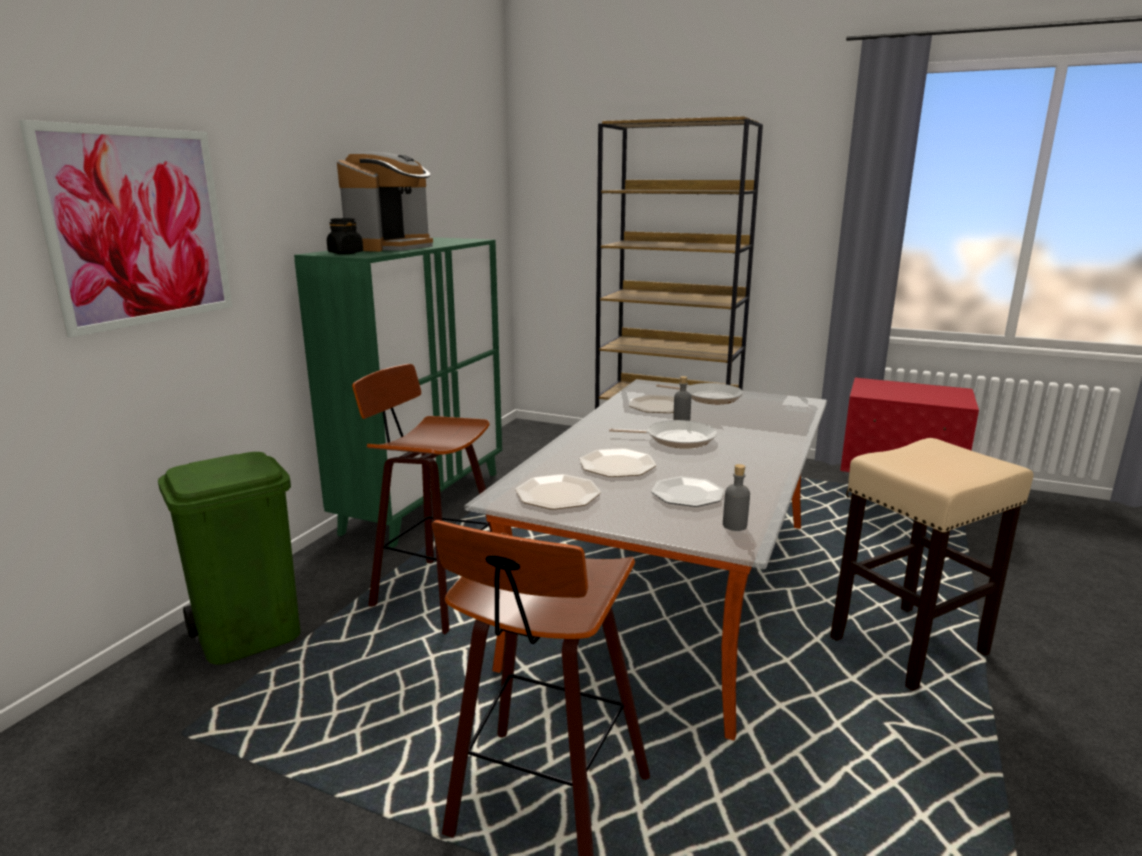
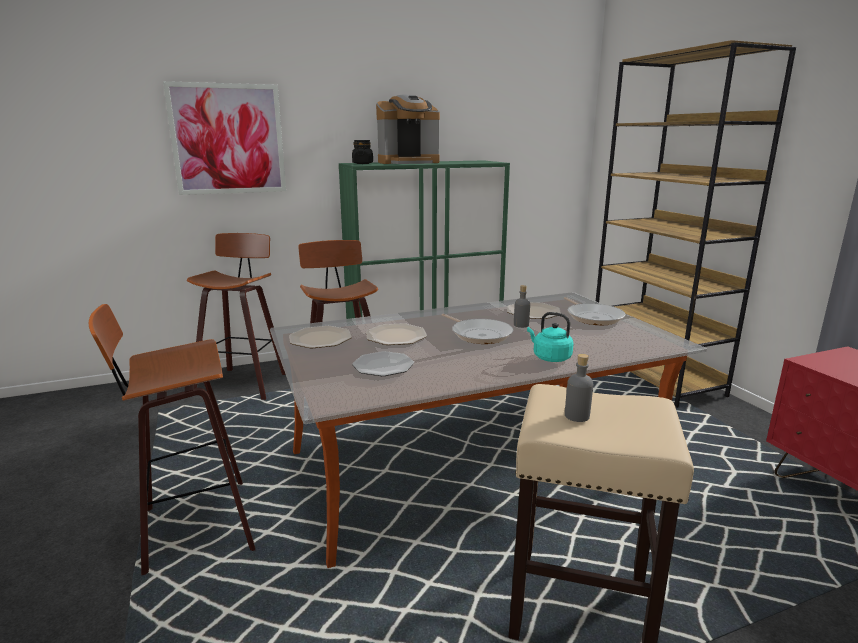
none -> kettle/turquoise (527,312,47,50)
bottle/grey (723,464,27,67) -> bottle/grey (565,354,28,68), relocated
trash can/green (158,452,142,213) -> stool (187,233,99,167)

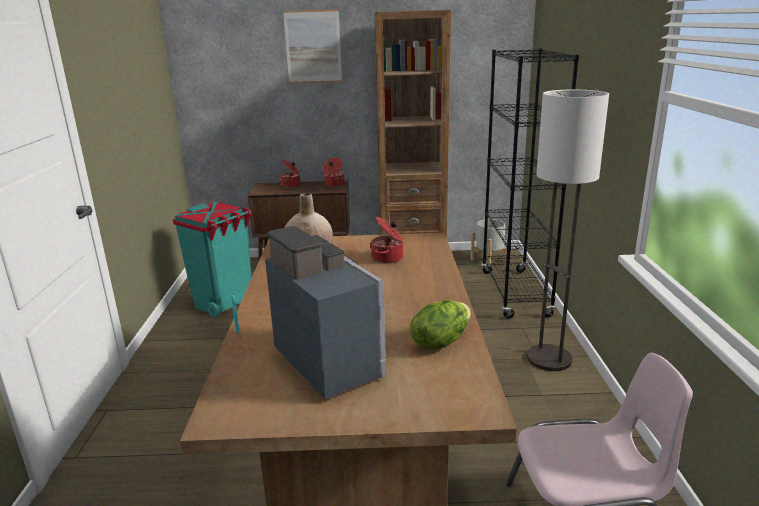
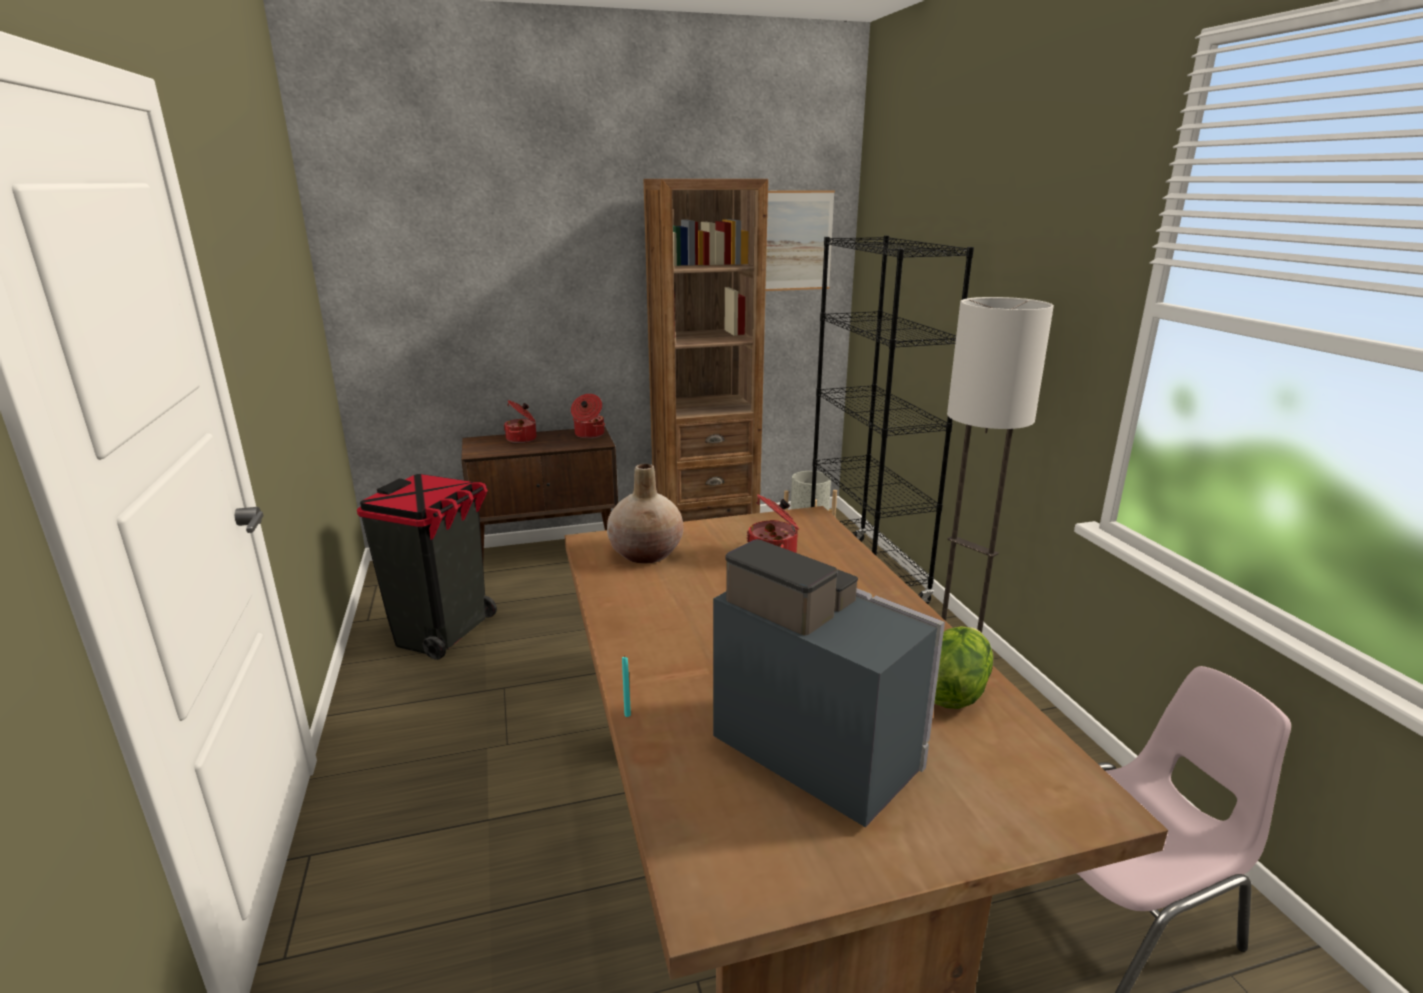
picture (283,10,59,73) -> picture (766,190,69,101), relocated
trash can/turquoise (173,202,78,115) -> trash can/black (357,474,140,186)

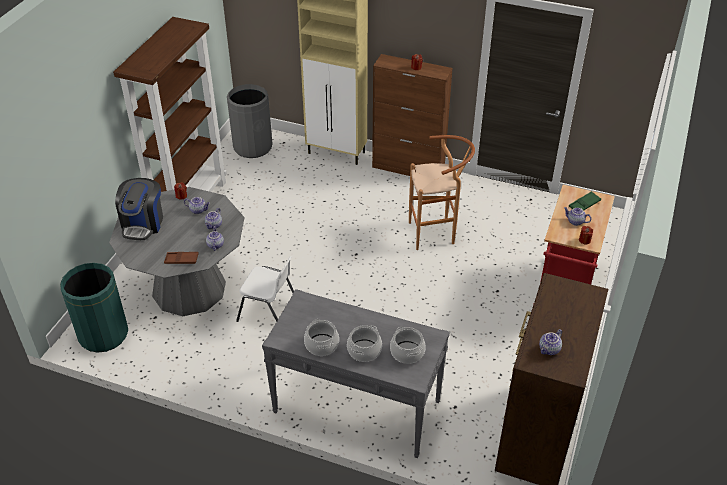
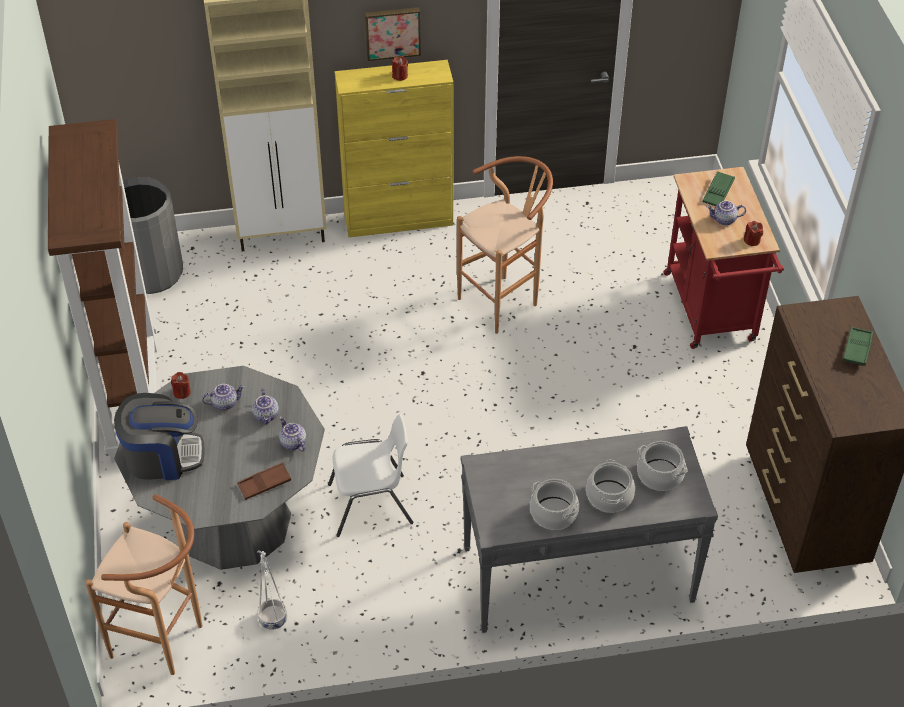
teapot (539,329,23,26) -> none
none -> planter/white (258,550,29,80)
none -> picture (365,7,56,54)
none -> tray/green (843,327,30,39)
trash can/green (60,263,68,90) -> stool/brown (85,494,117,181)
cabinet/brown (372,54,81,122) -> cabinet/yellow (334,60,119,178)
coffee machine (115,178,48,62) -> coffee machine (114,393,90,87), 75 degrees counterclockwise

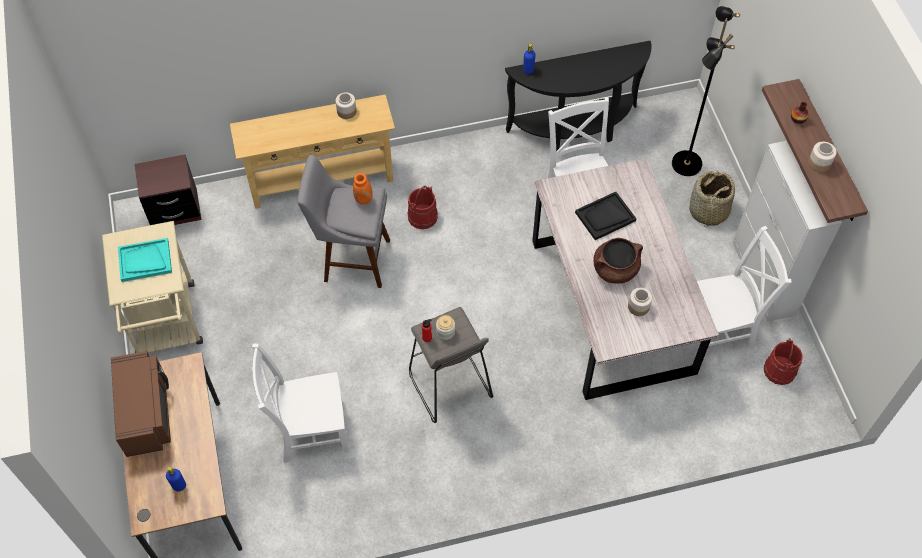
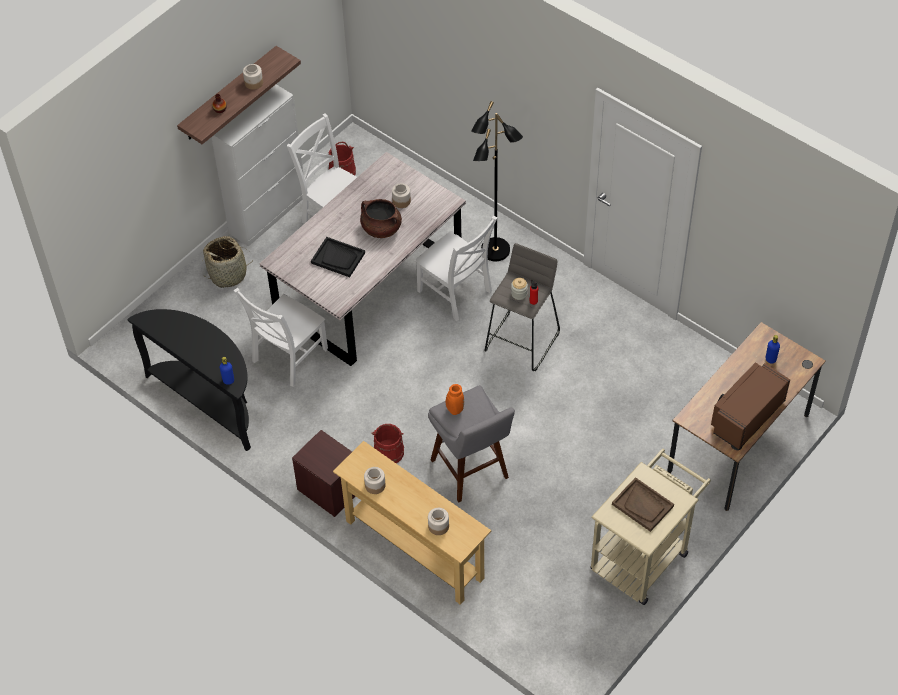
none -> jar (428,508,21,27)
nightstand/brown (135,154,67,71) -> nightstand/brown (292,430,64,87), relocated
chair/white (252,343,97,120) -> chair/white (415,216,83,105), relocated
floor lamp/black (672,6,68,170) -> floor lamp/black (471,101,52,160), relocated
tray/turquoise (118,238,54,44) -> tray/brown (612,477,62,55)

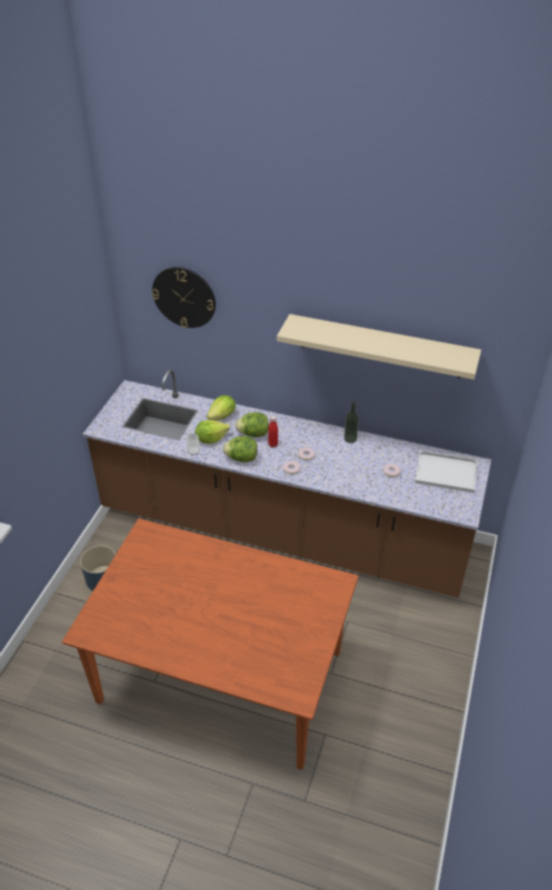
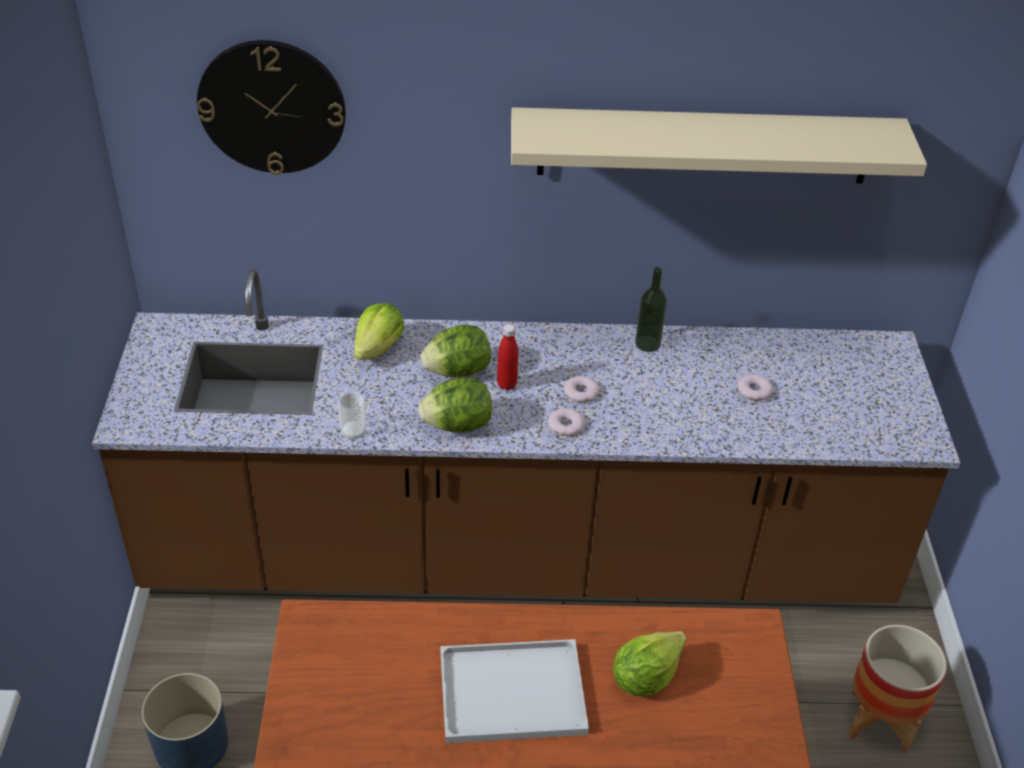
none -> planter (848,625,99,128)
lettuce (195,420,35,24) -> lettuce (613,631,73,66), relocated
tray/white (415,451,62,42) -> tray/white (440,639,149,104), relocated

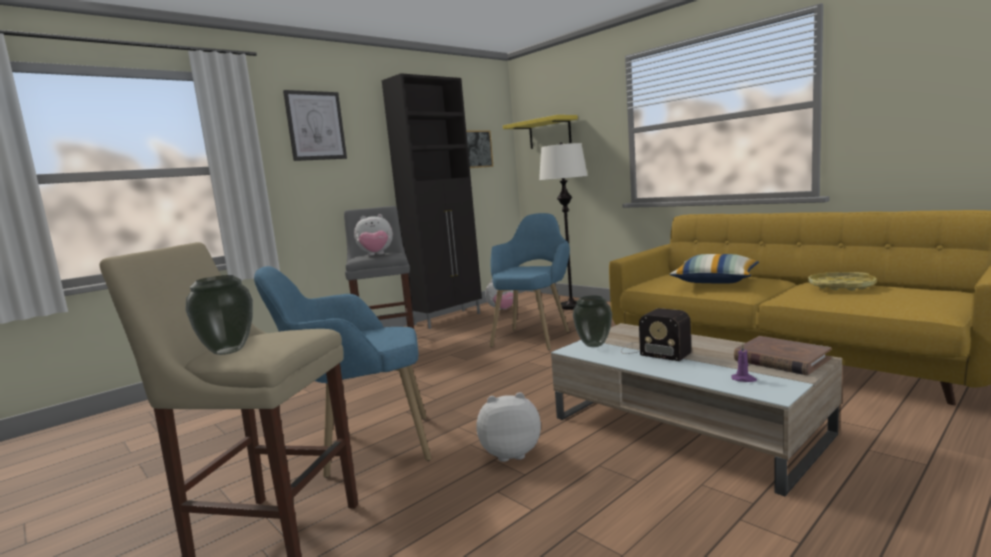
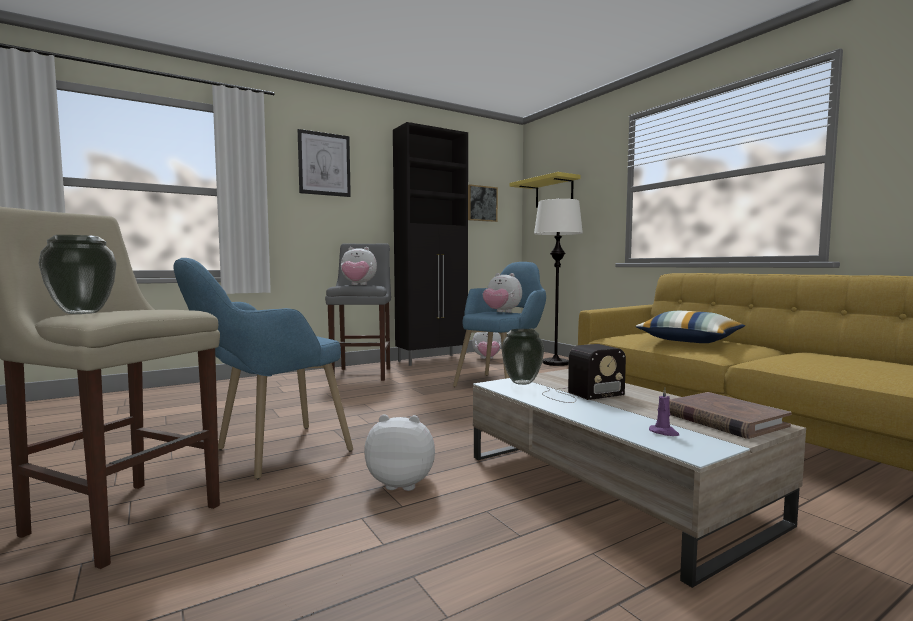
tray/yellow (808,272,69,19) -> none
none -> plush toy (483,273,39,40)
armchair/blue (254,266,177,212) -> armchair/blue (173,258,180,221), 45 degrees counterclockwise
radio (621,308,70,53) -> radio (542,344,84,59), 75 degrees counterclockwise

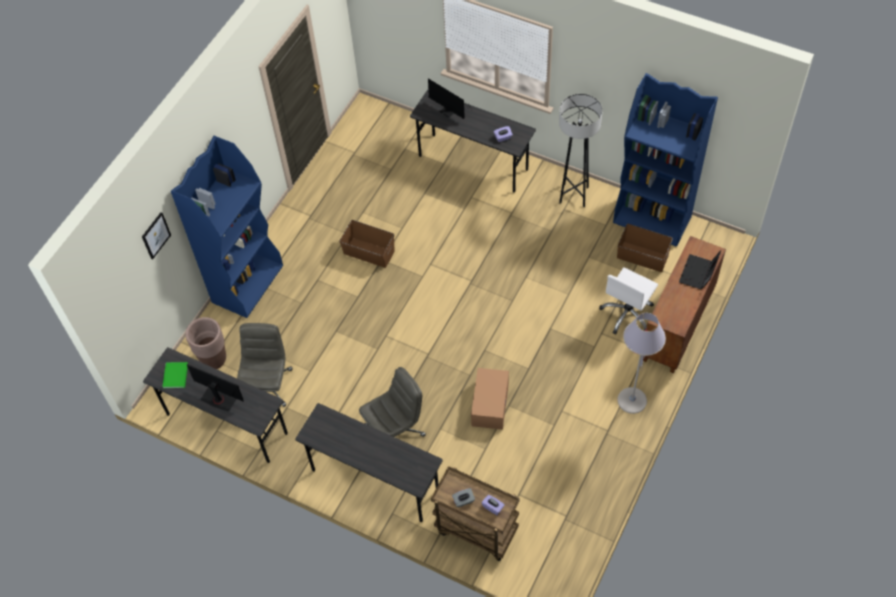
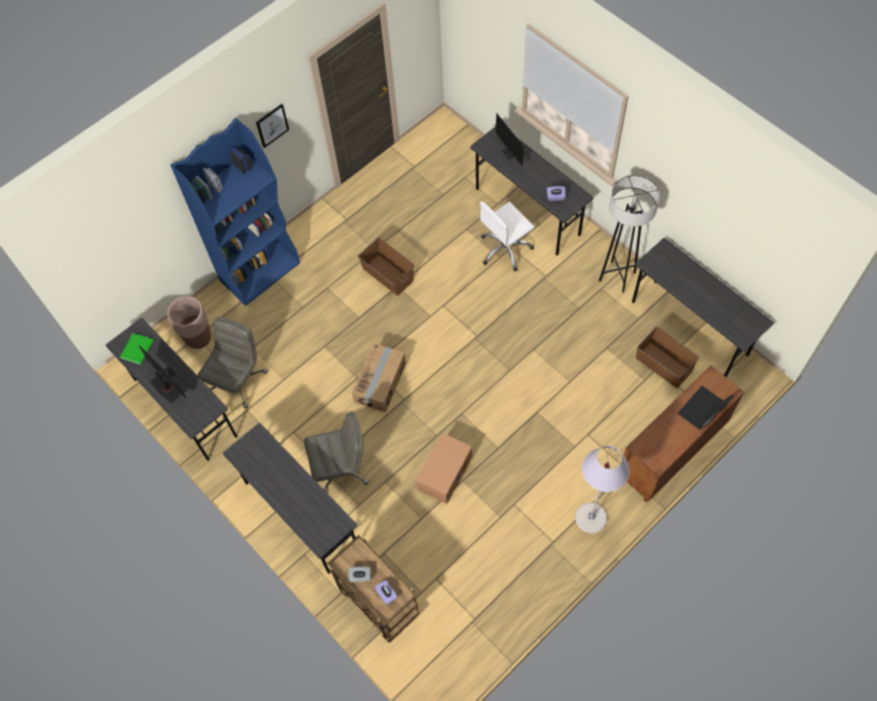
none -> cardboard box (352,343,54,69)
picture (142,212,29,47) -> picture (256,104,33,44), relocated
office chair/white (599,267,59,68) -> office chair/white (480,201,54,71), relocated
bookcase/blue (613,73,105,174) -> desk/grey (632,238,142,139)

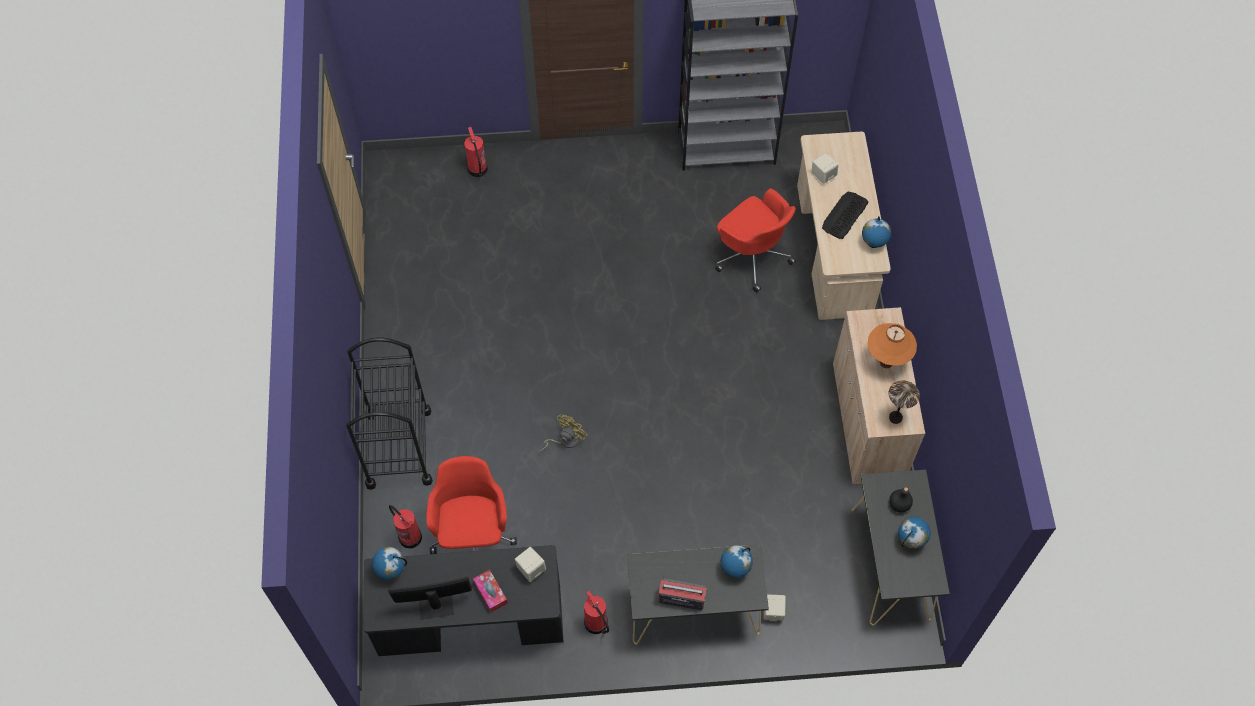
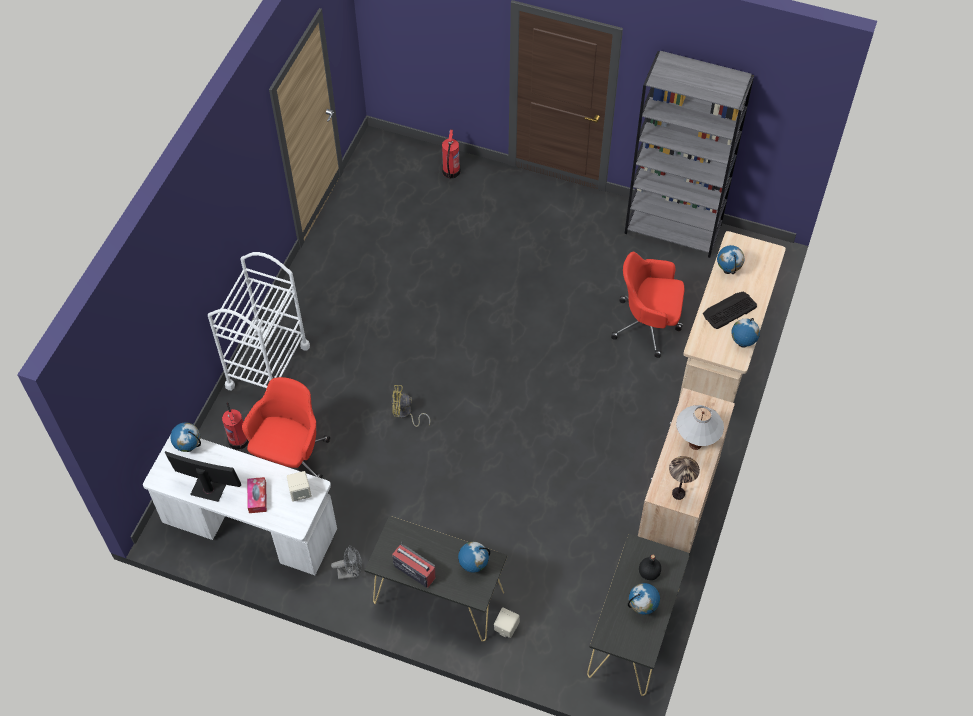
fire extinguisher (584,590,25,44) -> fan/grey (331,545,31,35)
speaker/beige (812,153,27,32) -> globe (717,245,27,29)
cart/black (346,338,87,152) -> cart/white (208,252,102,138)
desk/black (364,545,199,111) -> desk/white (143,435,194,140)
table lamp/orange (867,323,50,45) -> table lamp/white (676,405,48,45)
fan/yellow (538,415,50,37) -> fan/yellow (392,385,38,42), 150 degrees counterclockwise
office chair/red (715,188,81,104) -> office chair/red (611,252,73,106), 120 degrees clockwise

